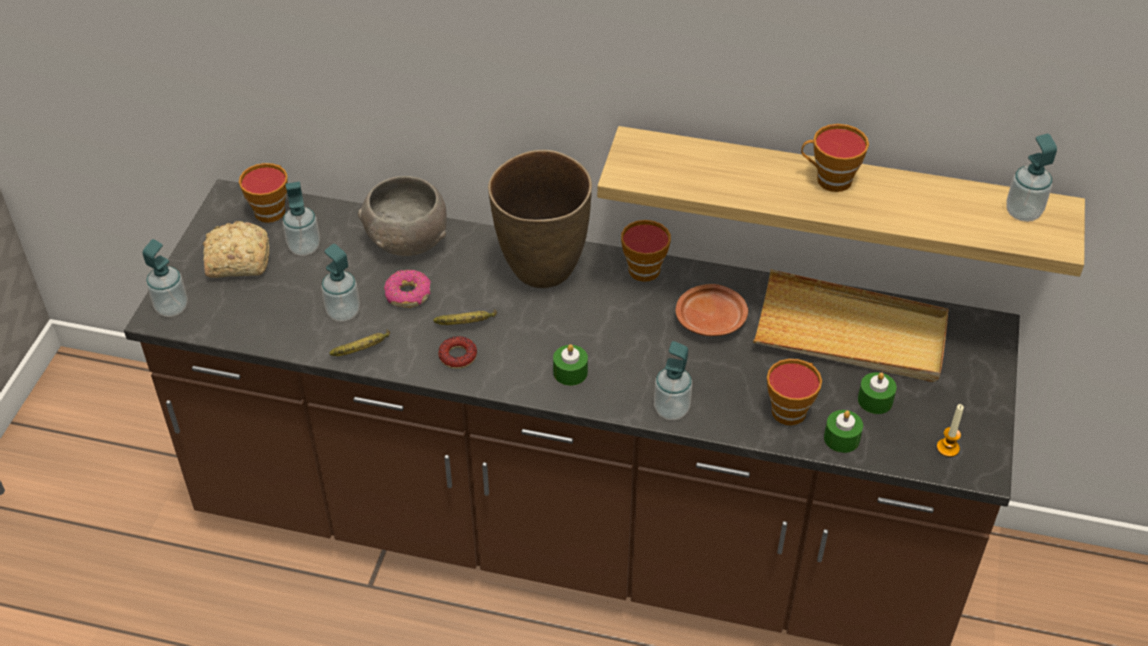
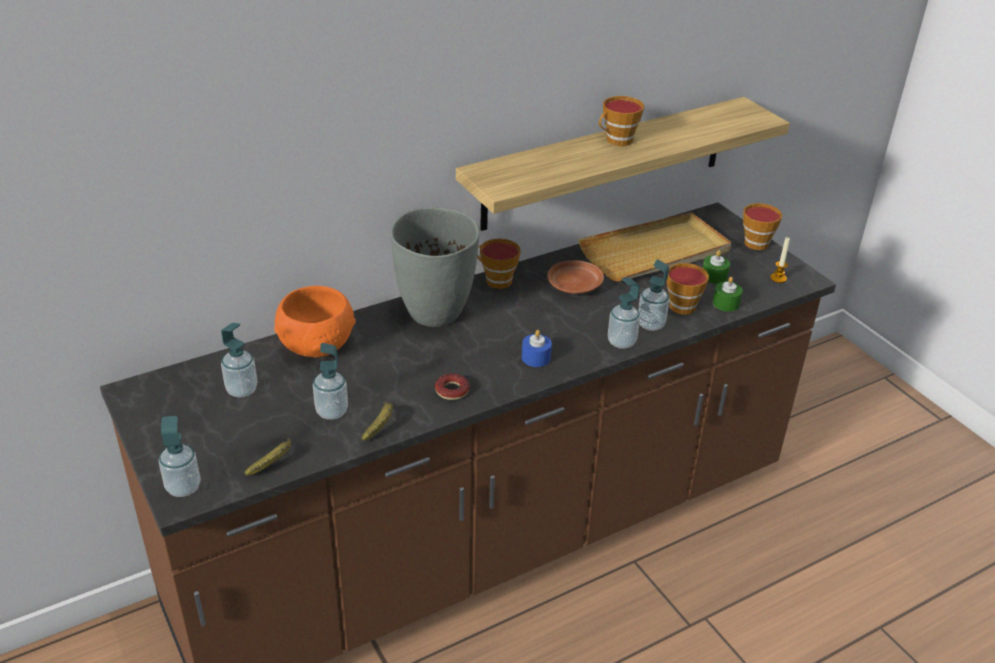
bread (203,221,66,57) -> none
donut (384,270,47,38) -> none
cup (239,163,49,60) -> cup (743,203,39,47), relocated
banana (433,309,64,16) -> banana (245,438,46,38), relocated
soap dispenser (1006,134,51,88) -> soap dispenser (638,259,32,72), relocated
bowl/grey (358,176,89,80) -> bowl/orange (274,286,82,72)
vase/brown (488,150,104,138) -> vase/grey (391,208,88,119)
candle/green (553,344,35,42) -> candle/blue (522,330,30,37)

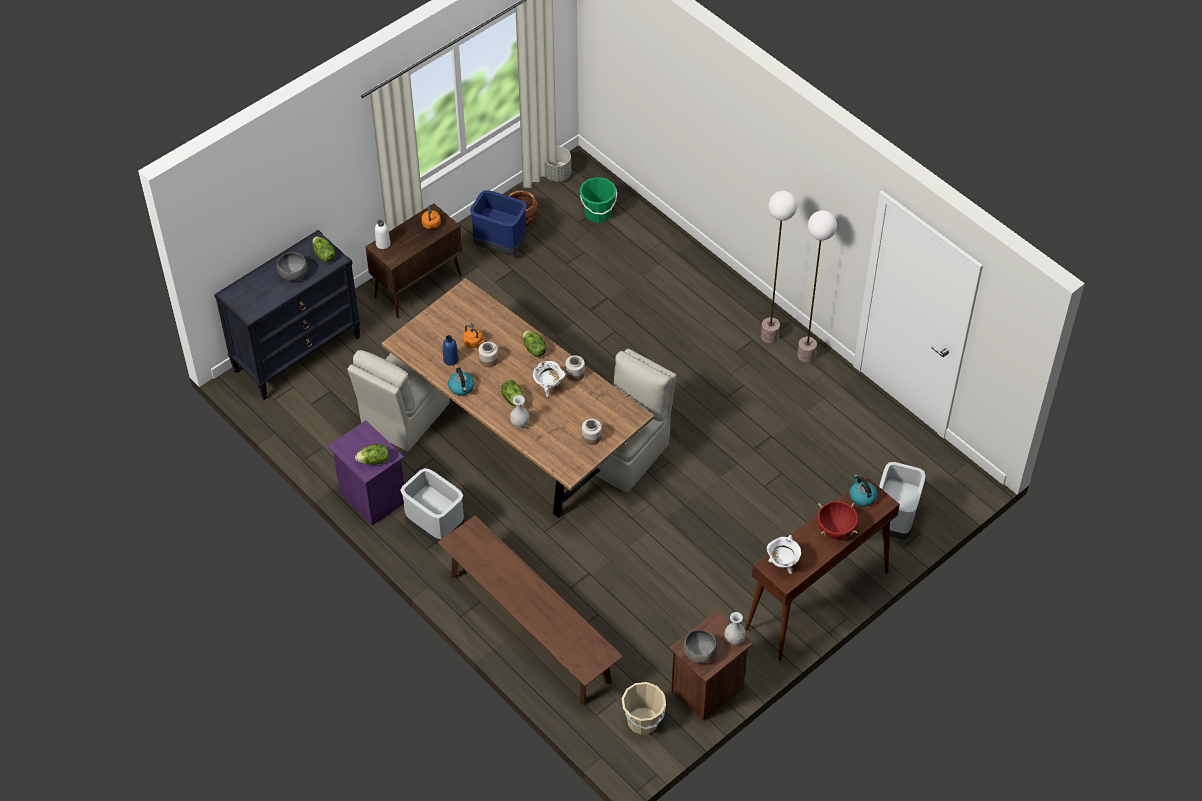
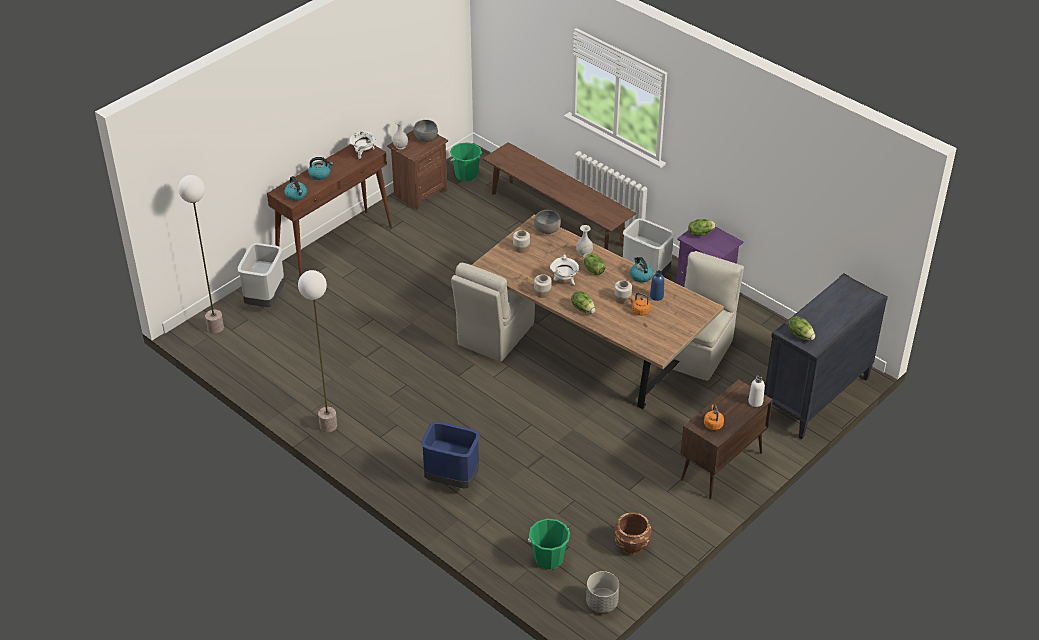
bowl/grey (277,252,31,29) -> bowl/grey (534,210,27,24), relocated
trash can/blue (470,190,57,66) -> trash can/blue (421,422,59,66), relocated
floor lamp (761,191,36,152) -> floor lamp (178,175,46,159), relocated
cooking pot/red (817,501,41,38) -> kettle (308,157,25,23)
bucket/beige (622,682,44,53) -> bucket/green (450,142,32,39)

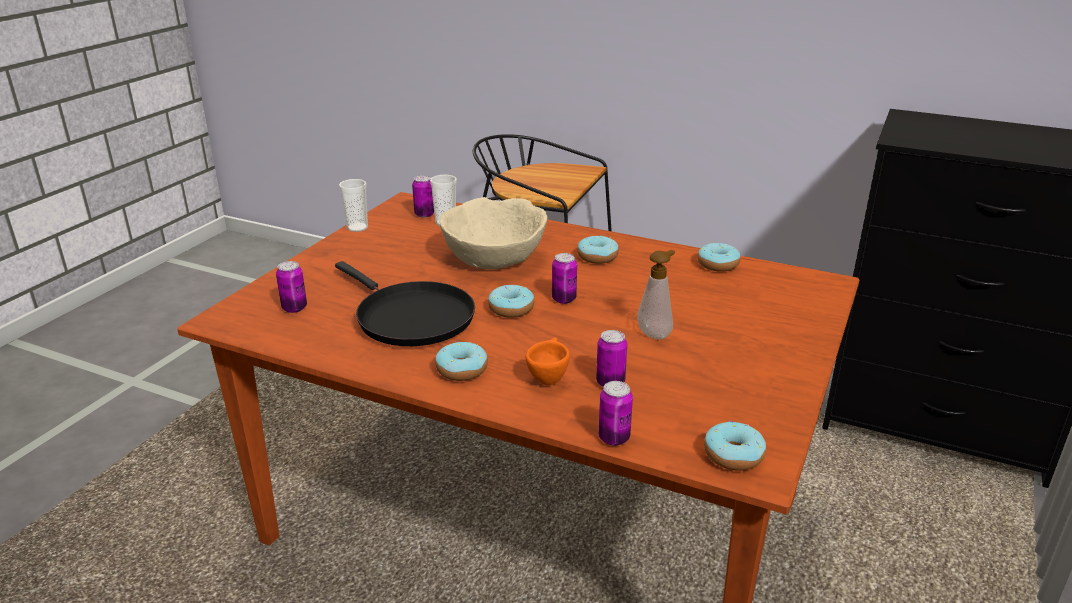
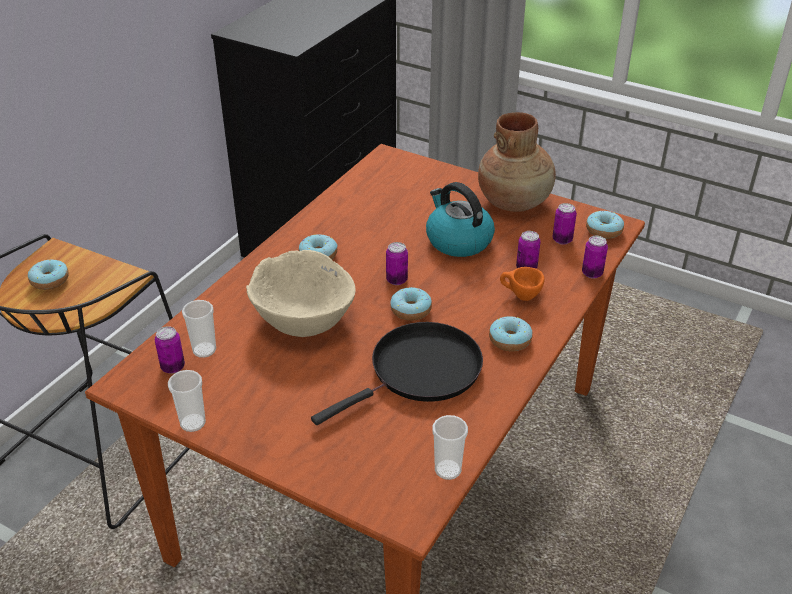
none -> cup (432,415,36,65)
none -> vase/brown (478,112,78,100)
can (276,261,31,52) -> can (553,203,24,42), relocated
donut (698,243,42,29) -> donut (28,259,41,31), relocated
soap dispenser (637,250,38,89) -> kettle (426,182,69,75)

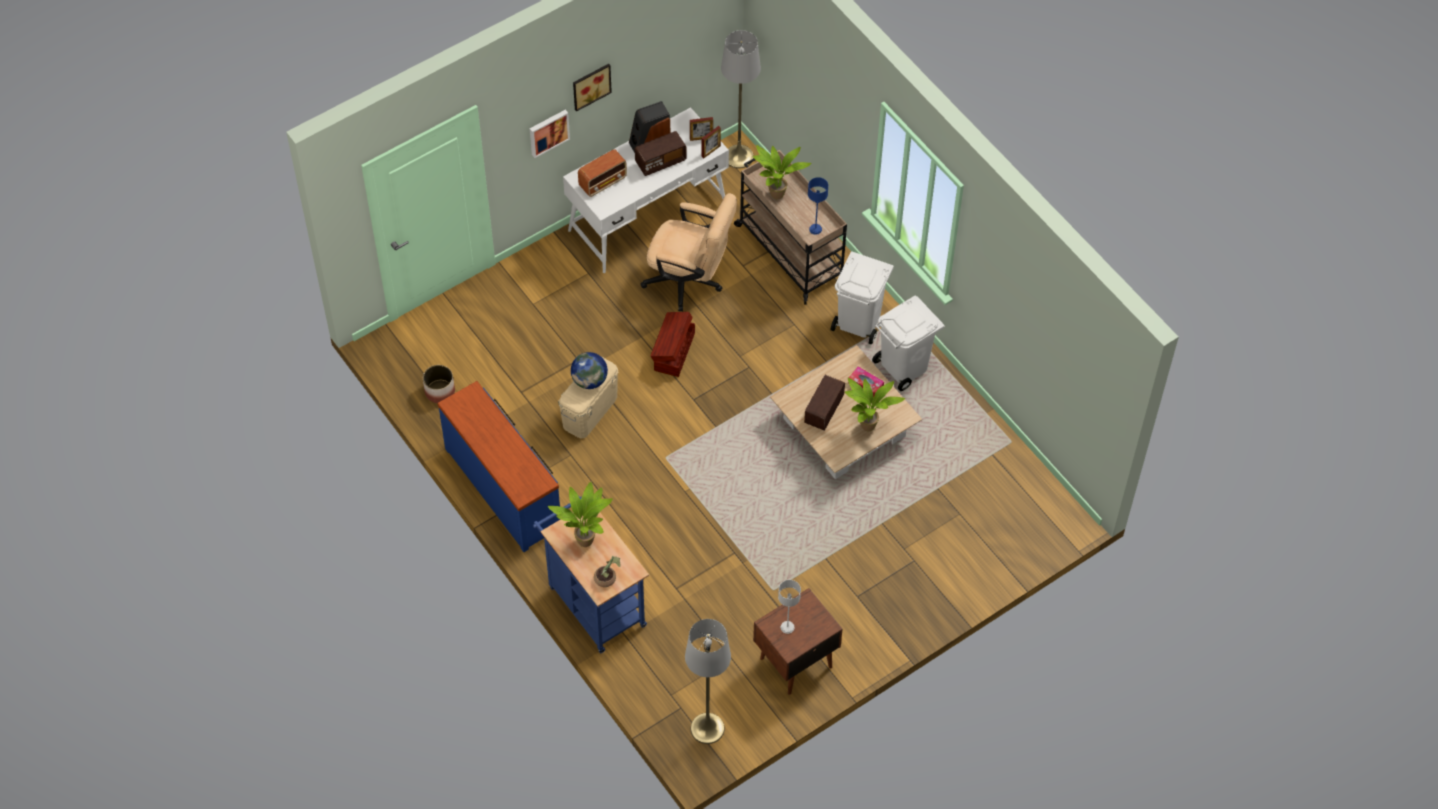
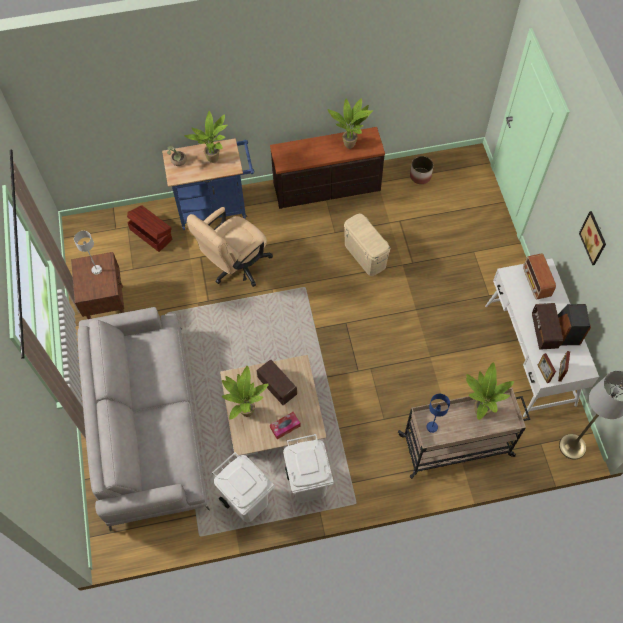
picture (530,110,40,48) -> none
globe (571,352,37,37) -> none
floor lamp/grey (685,619,46,125) -> none
none -> sofa/grey (77,307,133,225)
none -> potted plant (327,98,46,51)
office chair/beige (640,193,97,118) -> office chair/beige (186,207,87,80), relocated
storage box/brown (650,312,45,65) -> storage box/brown (127,205,46,47), relocated
trash can/white (831,251,63,94) -> trash can/white (212,452,63,70), relocated
dresser/blue (437,381,123,171) -> dresser/brown (270,127,115,82)

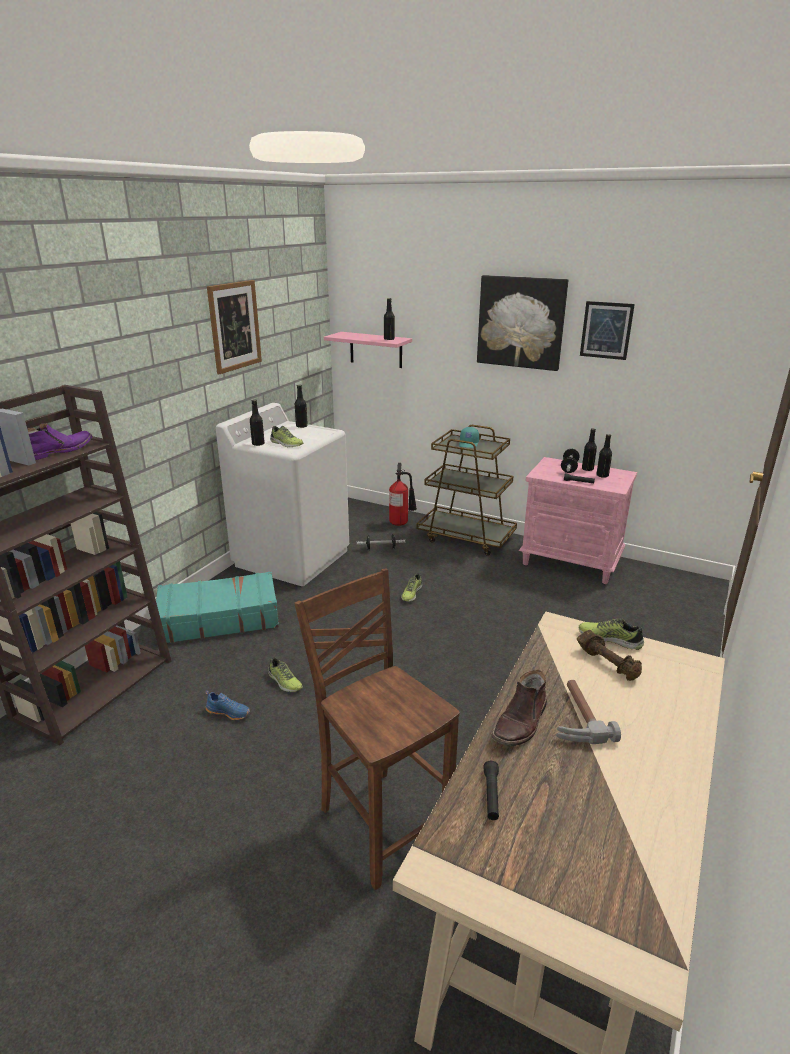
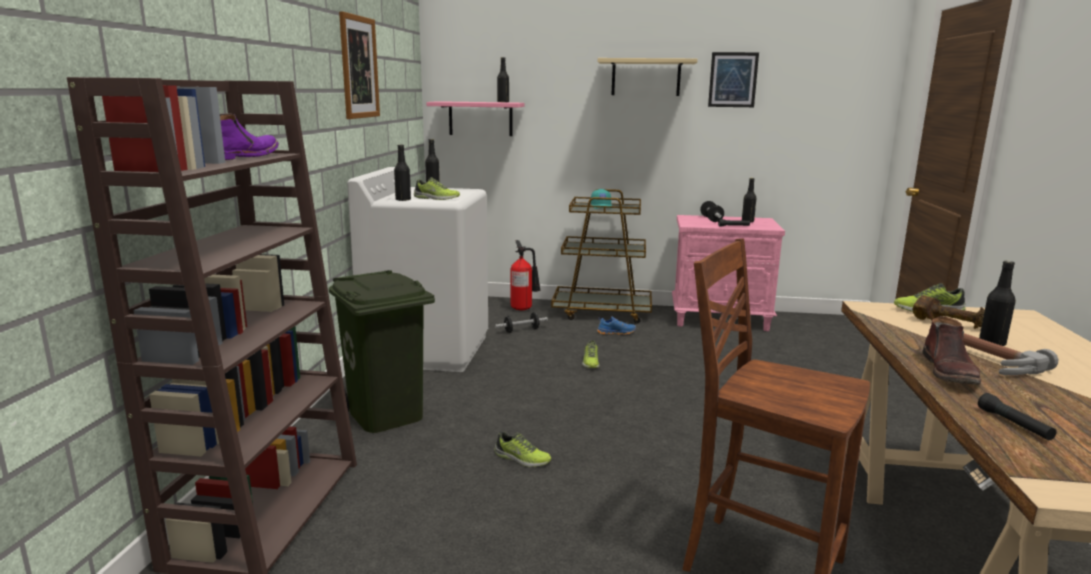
shoe/blue (205,691,45,29) -> shoe/blue (597,316,39,19), relocated
bottle/black (582,428,15,43) -> bottle/black (979,261,37,85), relocated
suitcase/turquoise (156,571,123,72) -> trash can/green (329,270,106,163)
picture (477,275,92,96) -> shelf/beige (598,58,100,38)

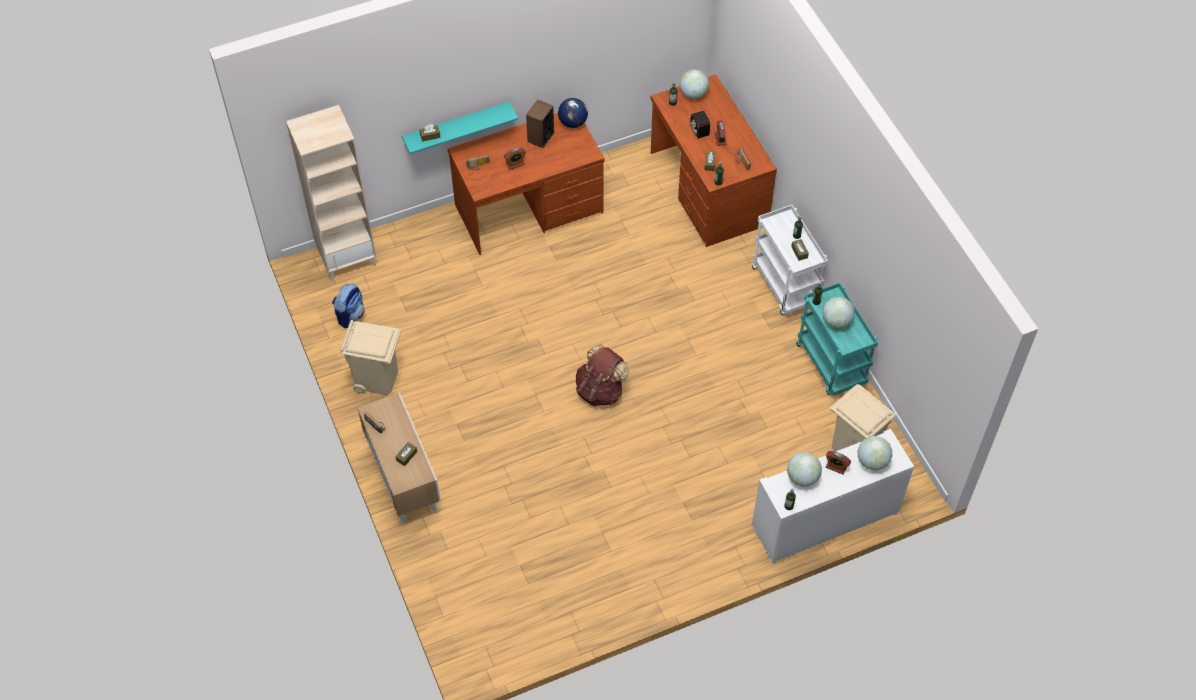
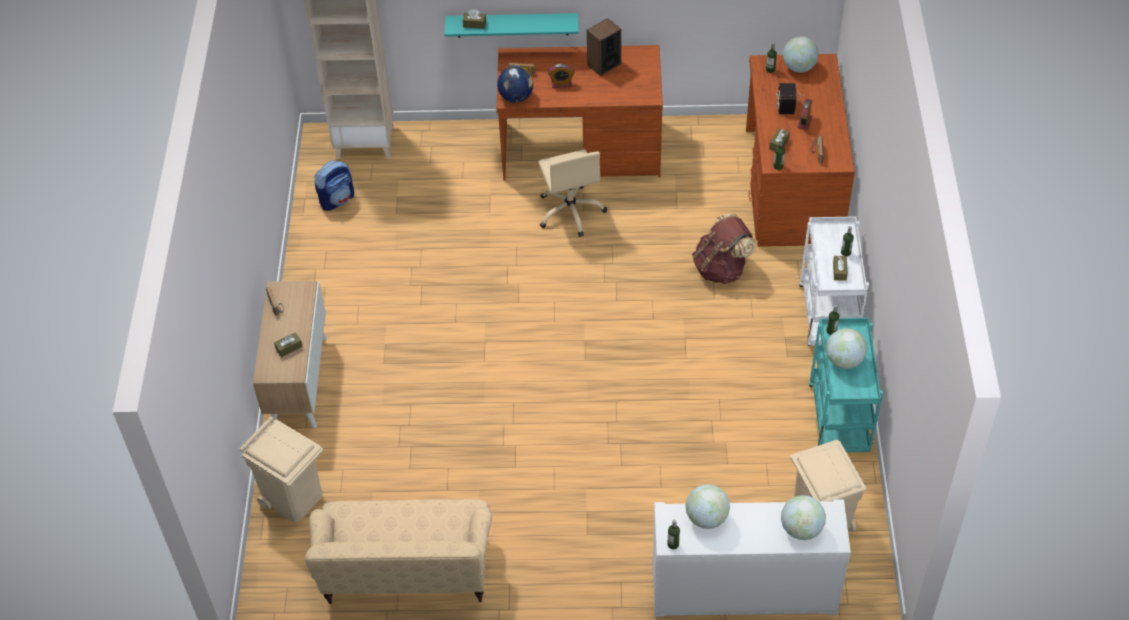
alarm clock (826,451,25,24) -> none
none -> sofa/beige (305,499,187,105)
none -> office chair/beige (538,149,69,88)
trash can/beige (340,320,61,75) -> trash can/beige (240,417,83,105), relocated
globe (558,98,30,30) -> globe (497,66,36,37), relocated
backpack/brown (576,344,54,62) -> backpack/brown (692,214,64,70), relocated

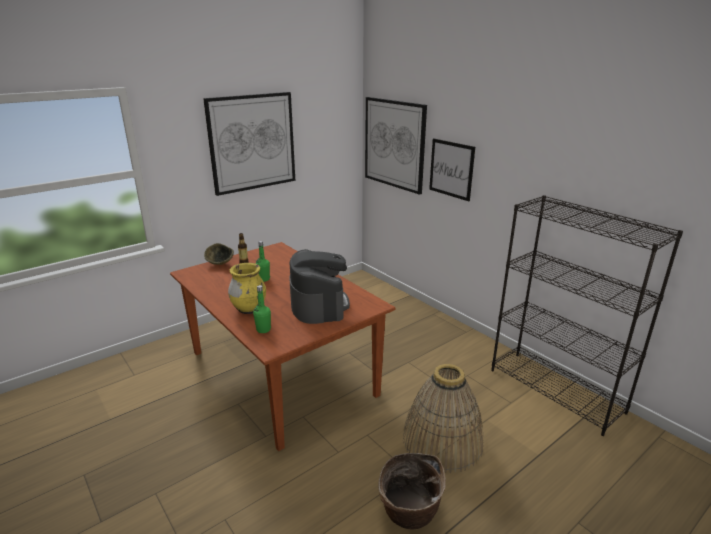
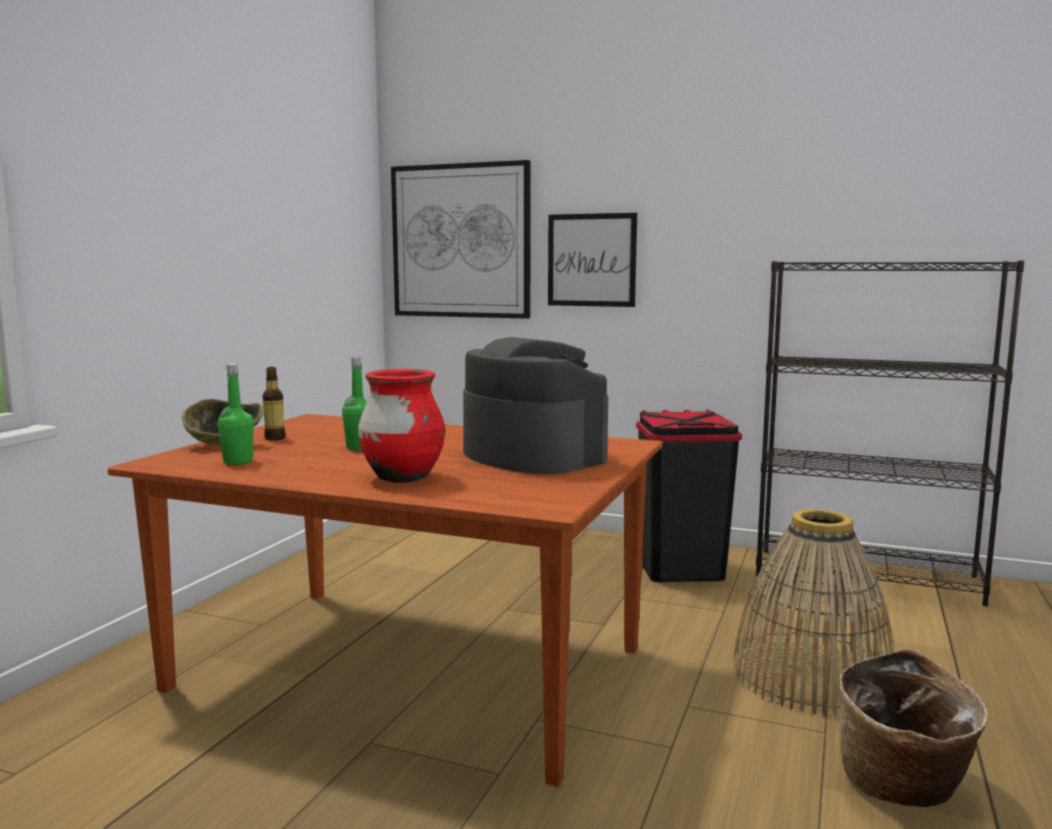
picture (203,92,92,104) -> none
none -> trash can/black (636,410,106,172)
bottle/green (253,285,18,48) -> bottle/green (218,364,36,101), relocated
vase/yellow (228,263,38,51) -> vase/red (358,369,87,114)

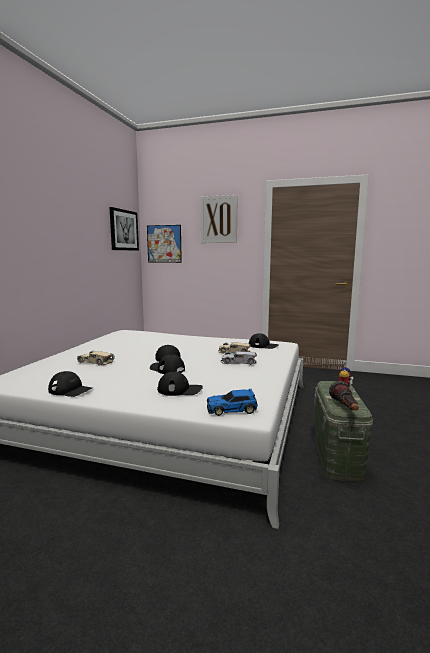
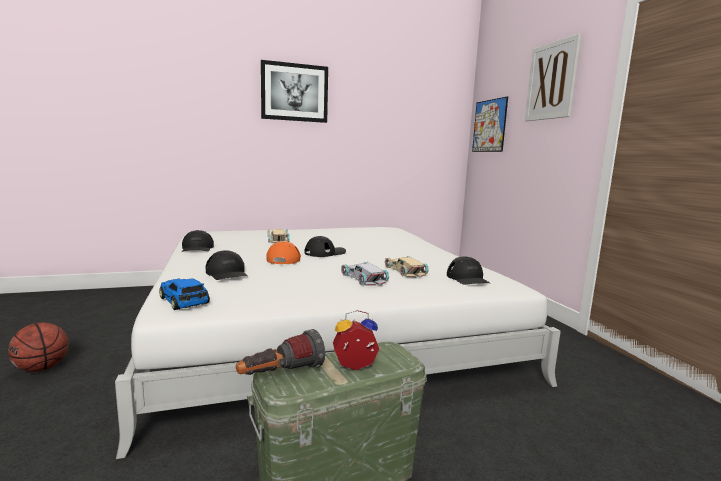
none -> basketball (8,322,61,50)
picture (109,207,30,44) -> picture (261,60,67,63), relocated
cap/black (150,355,35,19) -> cap/orange (266,241,35,23)

